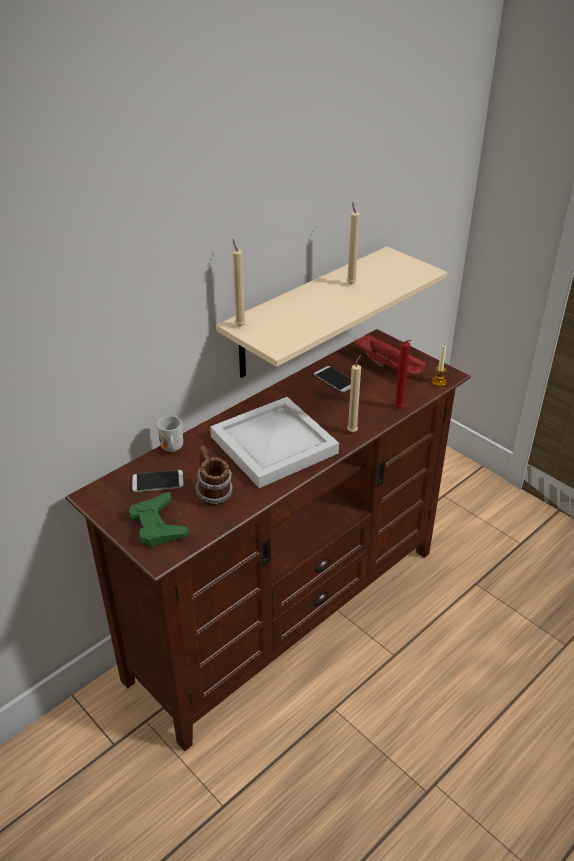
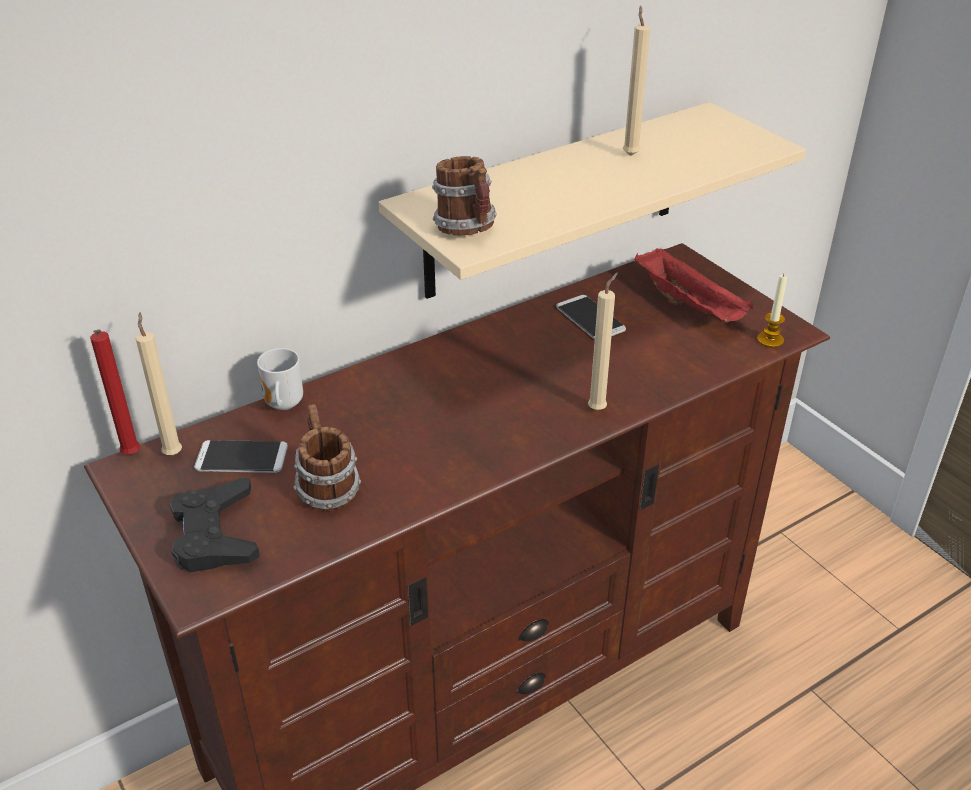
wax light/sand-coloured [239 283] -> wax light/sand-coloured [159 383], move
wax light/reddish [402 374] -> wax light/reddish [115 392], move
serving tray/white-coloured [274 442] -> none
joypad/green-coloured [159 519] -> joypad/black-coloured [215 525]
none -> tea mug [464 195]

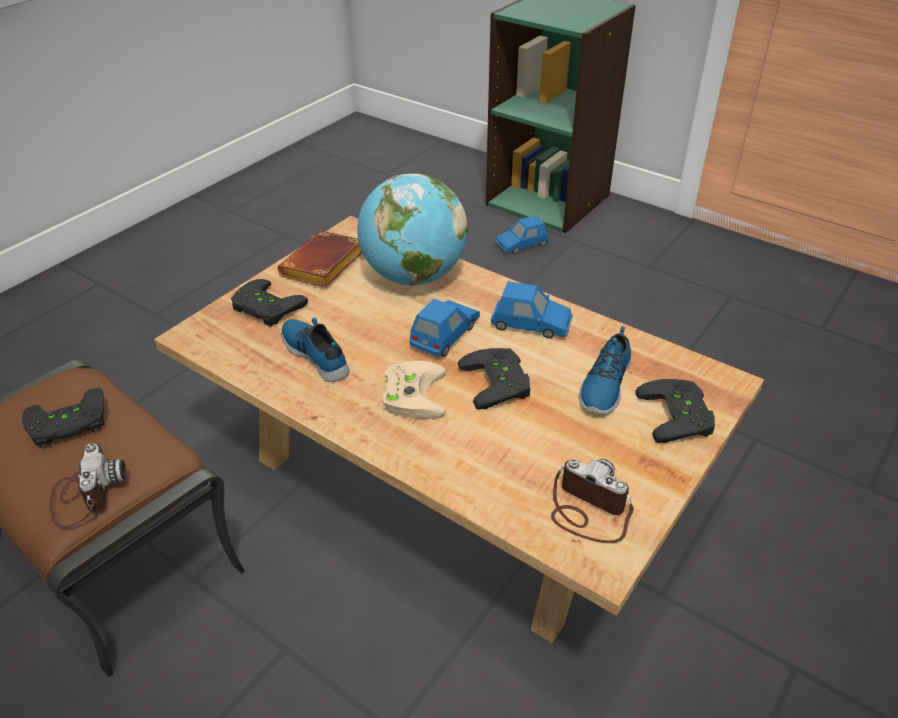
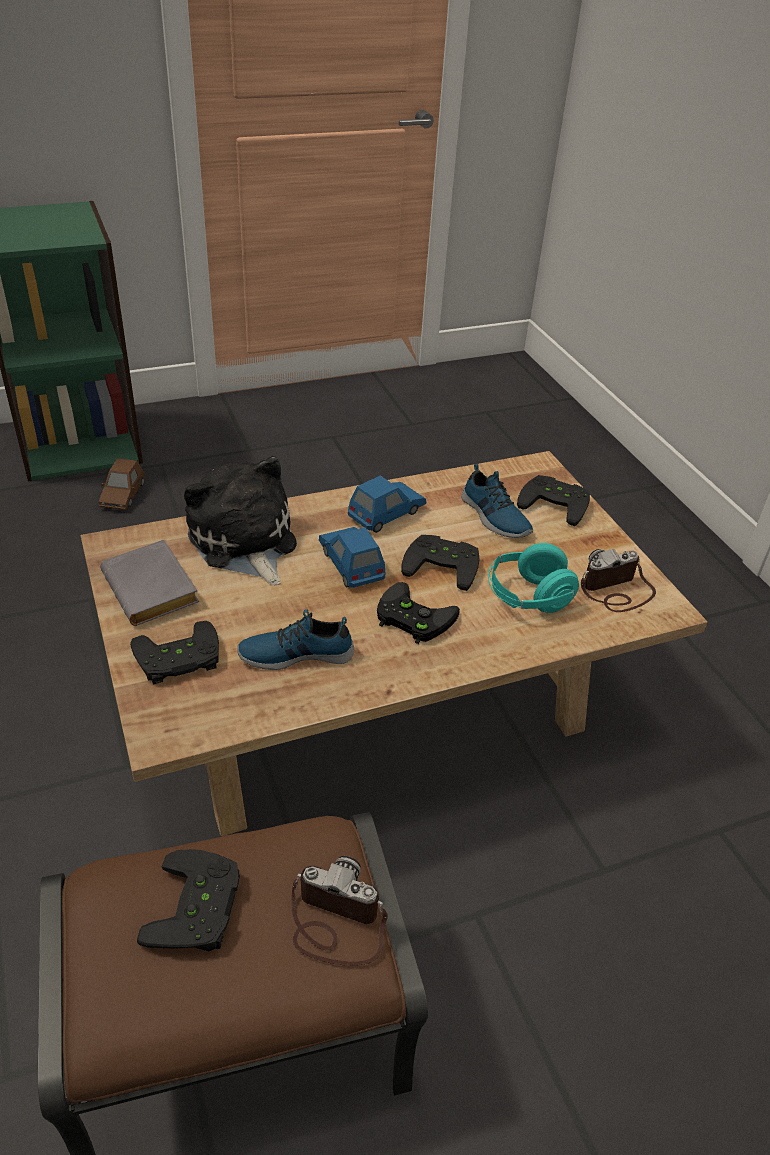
desk globe [412 229] -> plush toy [240 520]
miniature car/blue-coloured [522 234] -> miniature car/brownish [122 484]
bound book/brownish [320 258] -> bound book/gray [149 583]
joypad/sand-coloured [414 390] -> joypad/black-coloured [418 613]
none -> headphones/turquoise-coloured [533 578]

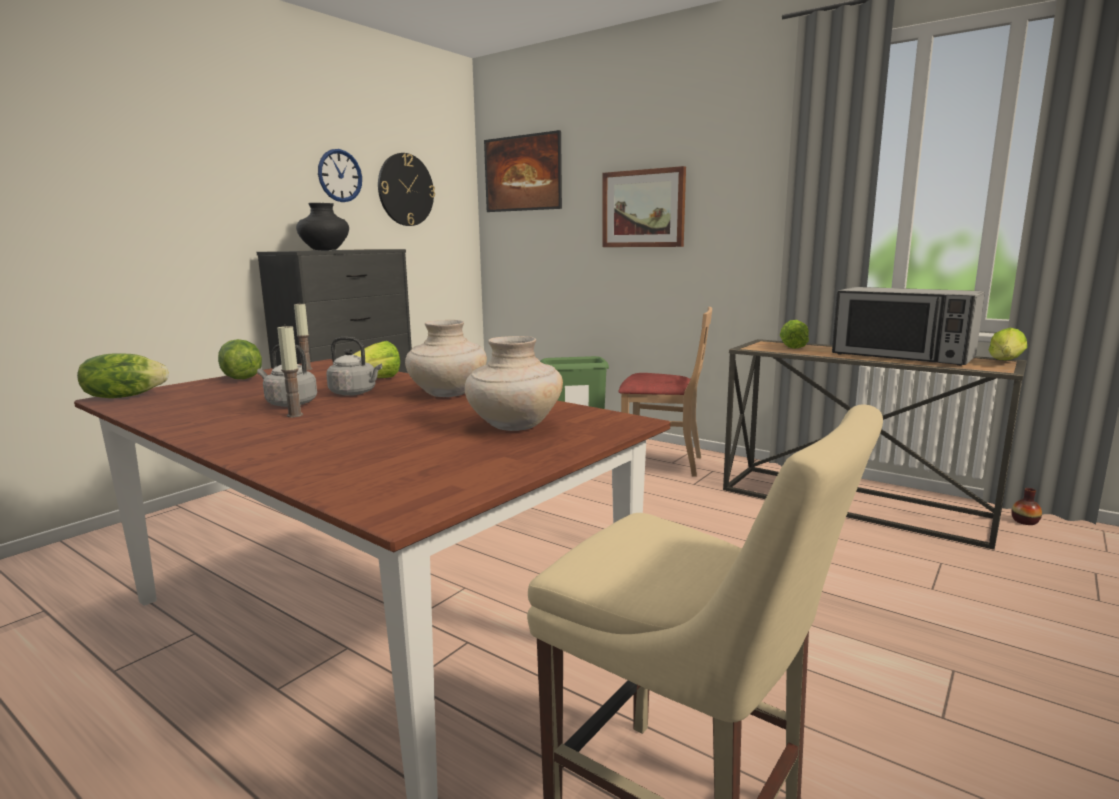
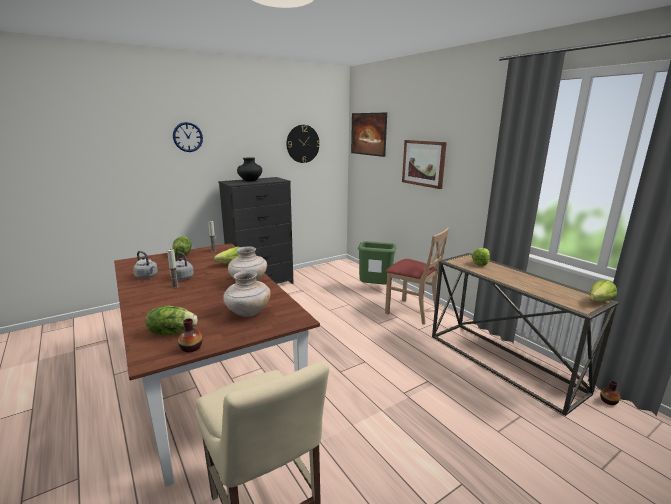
clock on the wall [340 175] -> clock on the wall [188 137], move
microwave oven [908 326] -> none
tea kettle/gray [354 366] -> tea kettle/gray [145 265], move
lettuce [123 375] -> lettuce [171 320], move
none -> vase [190 335]

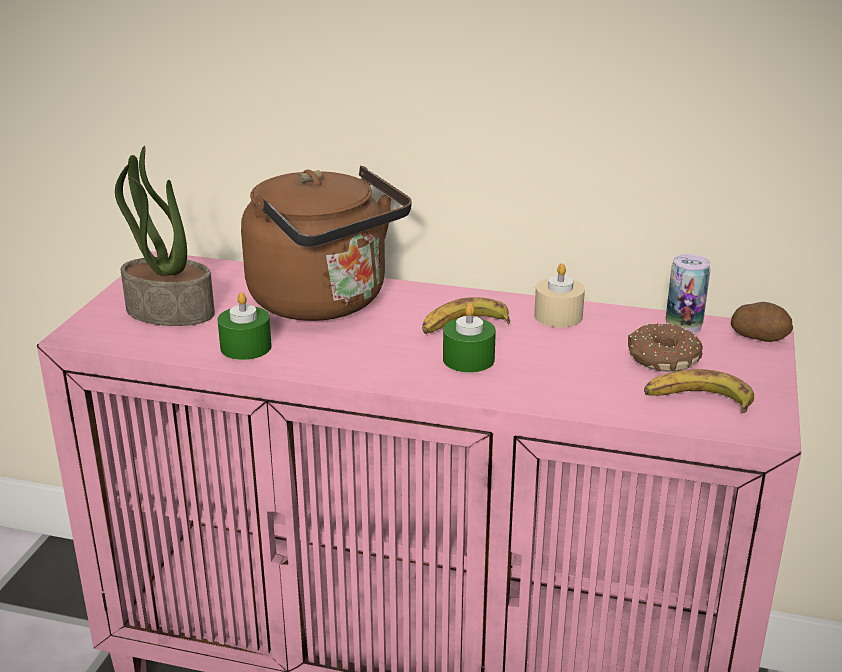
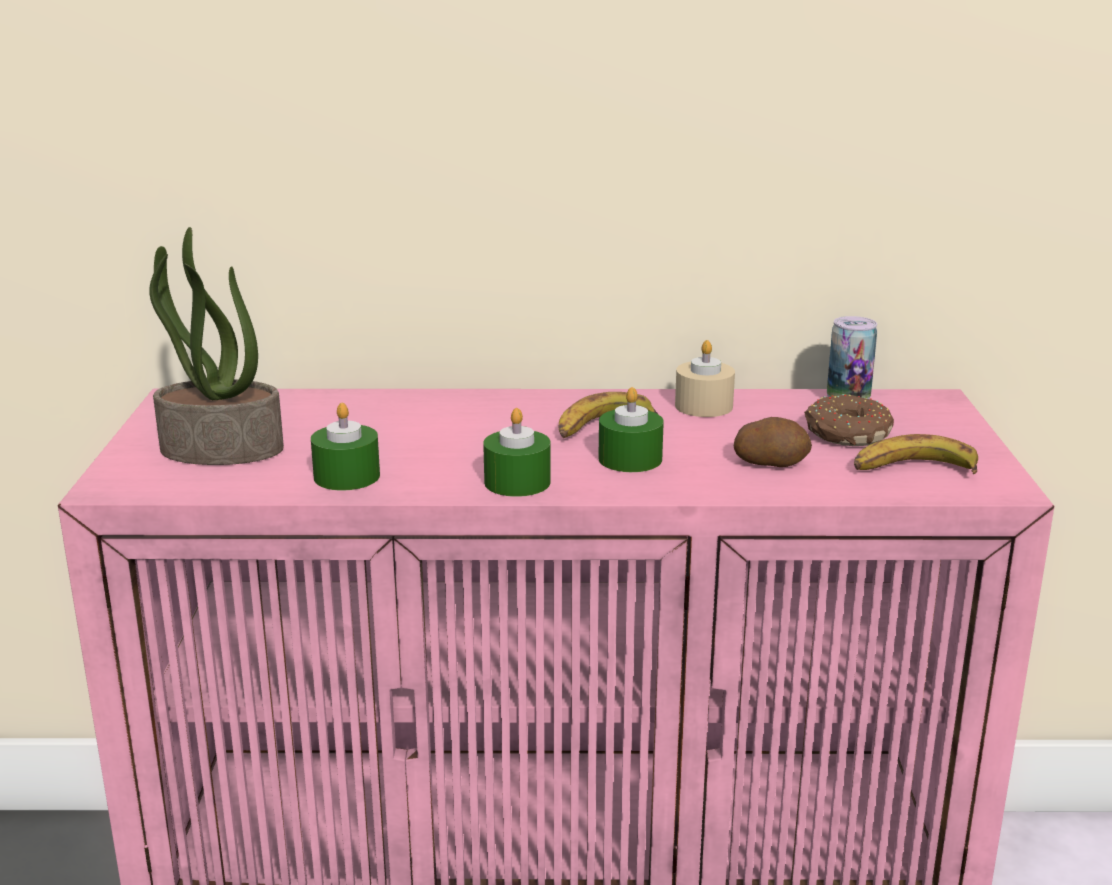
tea kettle/brownish [326 243] -> none
potato [762 322] -> potato [773 442], move
none -> wax light/green-coloured [517 452]

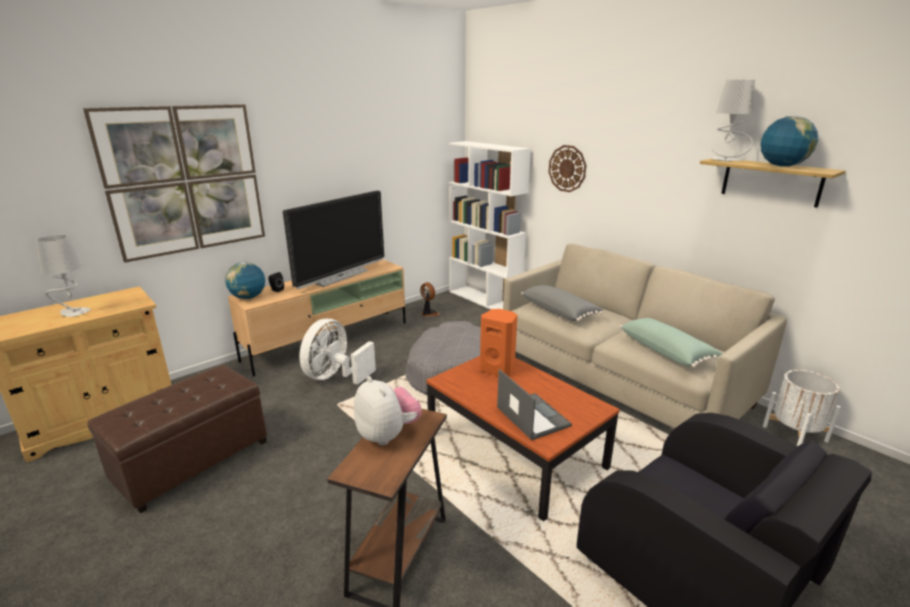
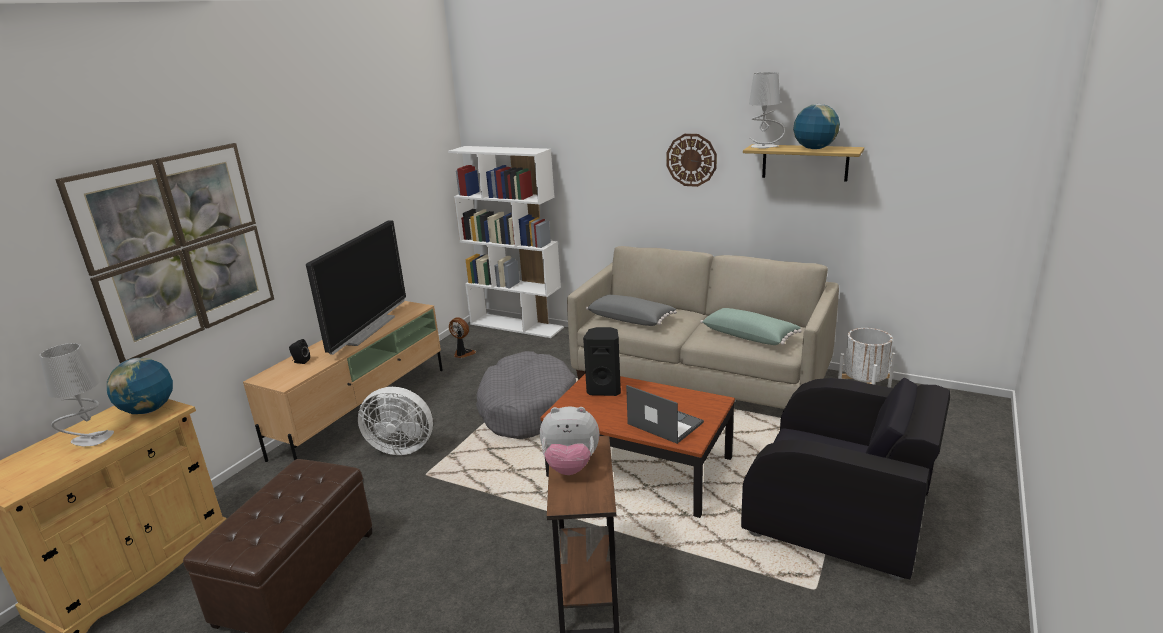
clock on the wall [567 168] -> clock on the wall [691 160], move
desk globe [245 280] -> desk globe [140 386], move
loudspeaker/orange [498 343] -> loudspeaker/black-coloured [602 361]
electric fan/white-coloured [337 352] -> electric fan/white-coloured [395 421], 90 degrees counterclockwise
plush toy [388 411] -> plush toy [569 441], 150 degrees clockwise

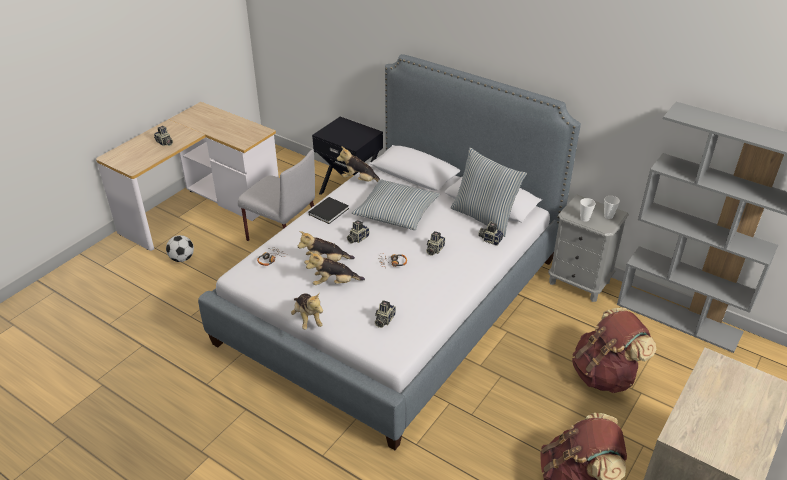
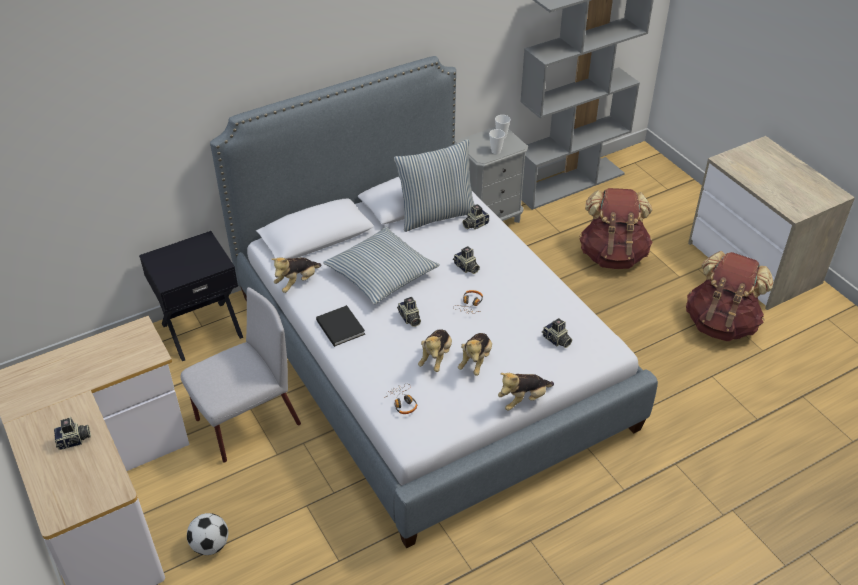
plush toy [307 311] -> plush toy [526 392], 150 degrees clockwise

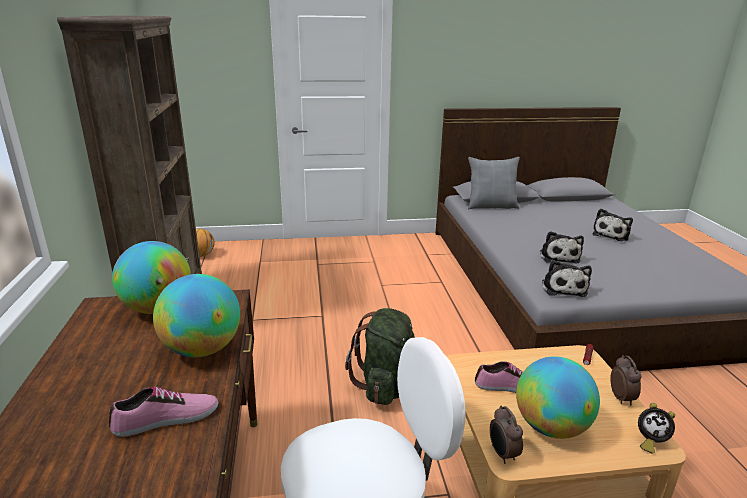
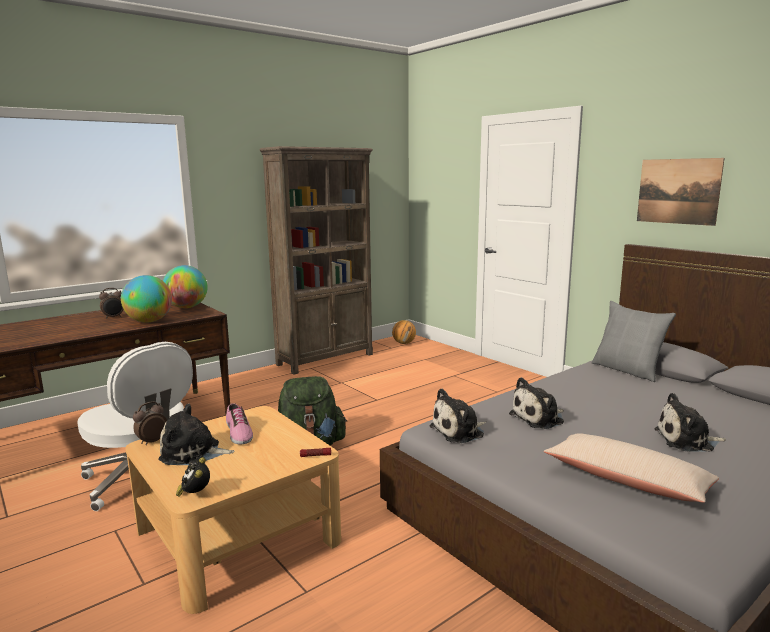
bedside clock [625 380] -> bedside clock [111 303], move
desk globe [558 397] -> plush toy [196 434]
item of footwear [164 412] -> none
none -> picture [680 192]
none -> pillow/sand-coloured [631 468]

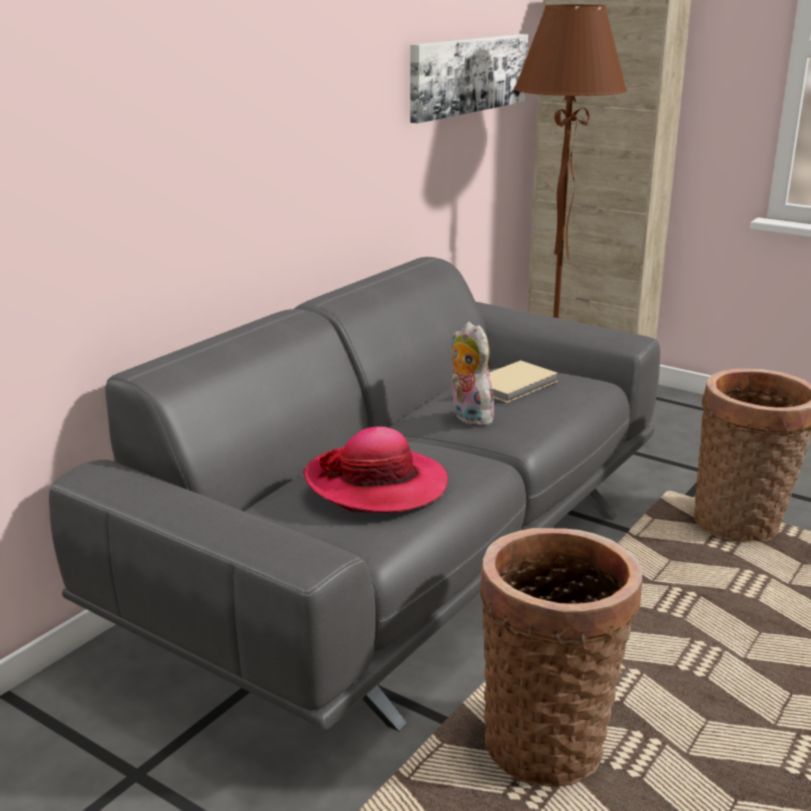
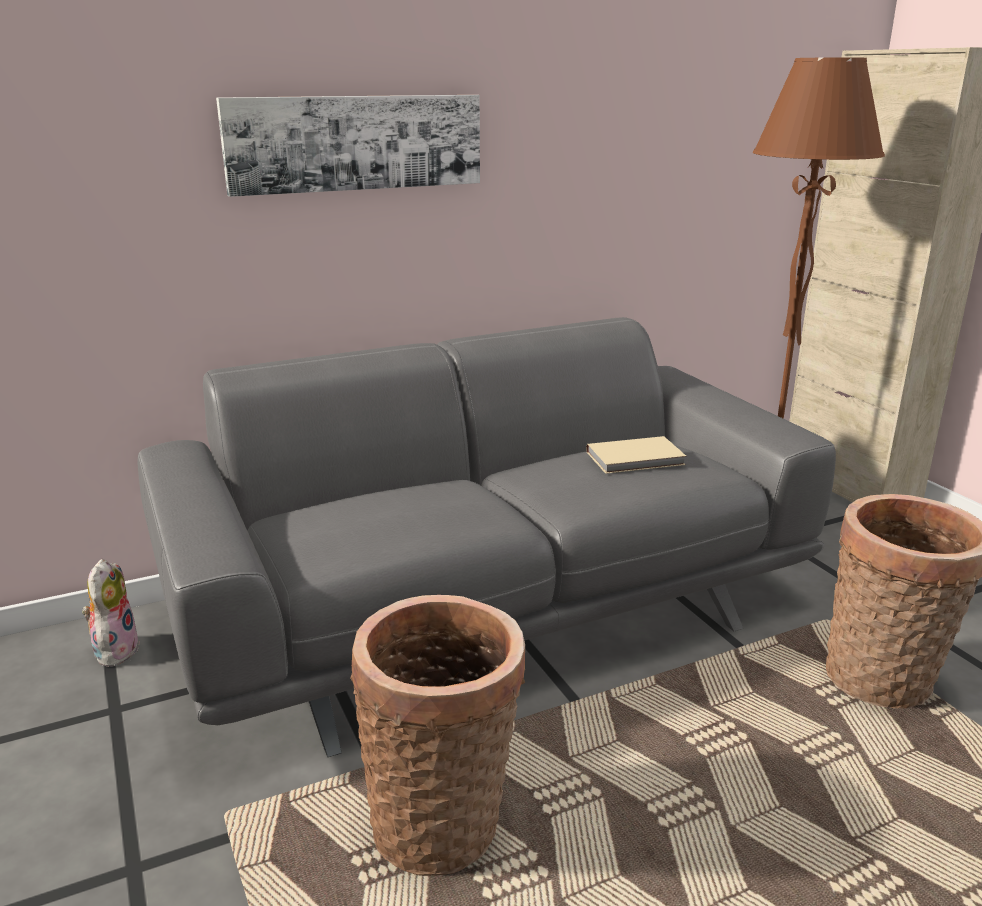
picture [469 78] -> picture [348 146], move
plush toy [474 374] -> plush toy [111 613], move
wearable hat [375 469] -> none

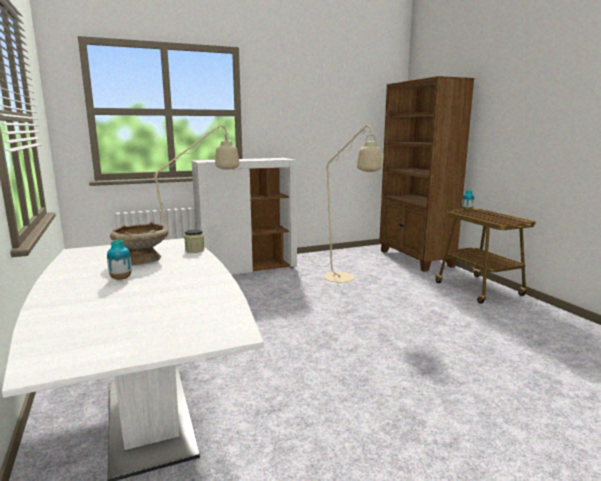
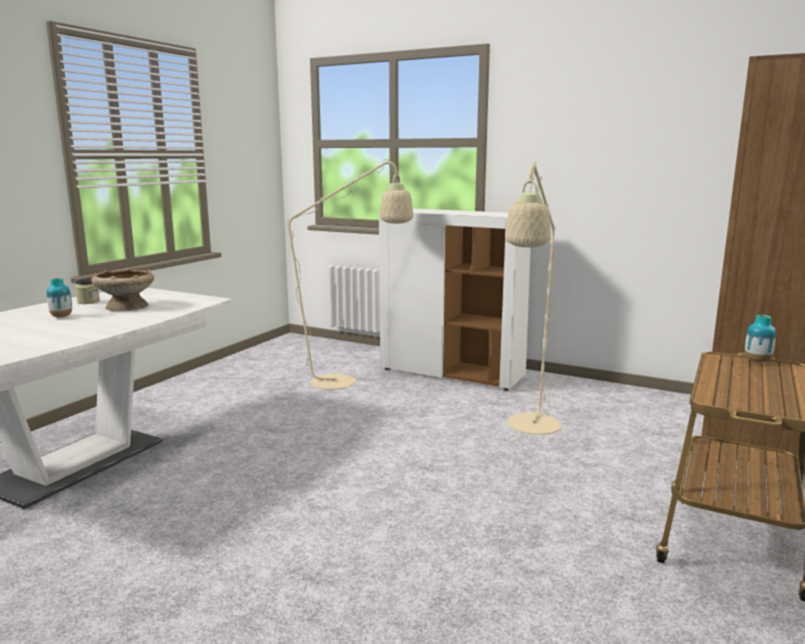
storage jar [194 241] -> storage jar [87 291], move

